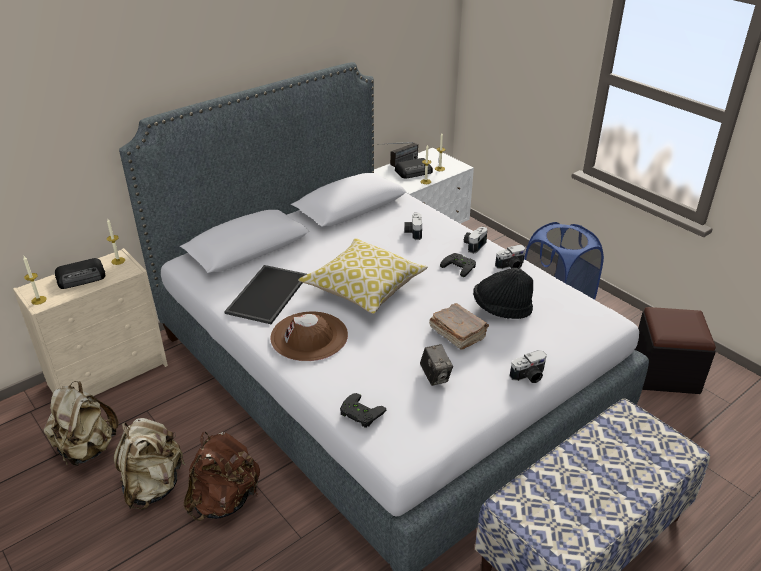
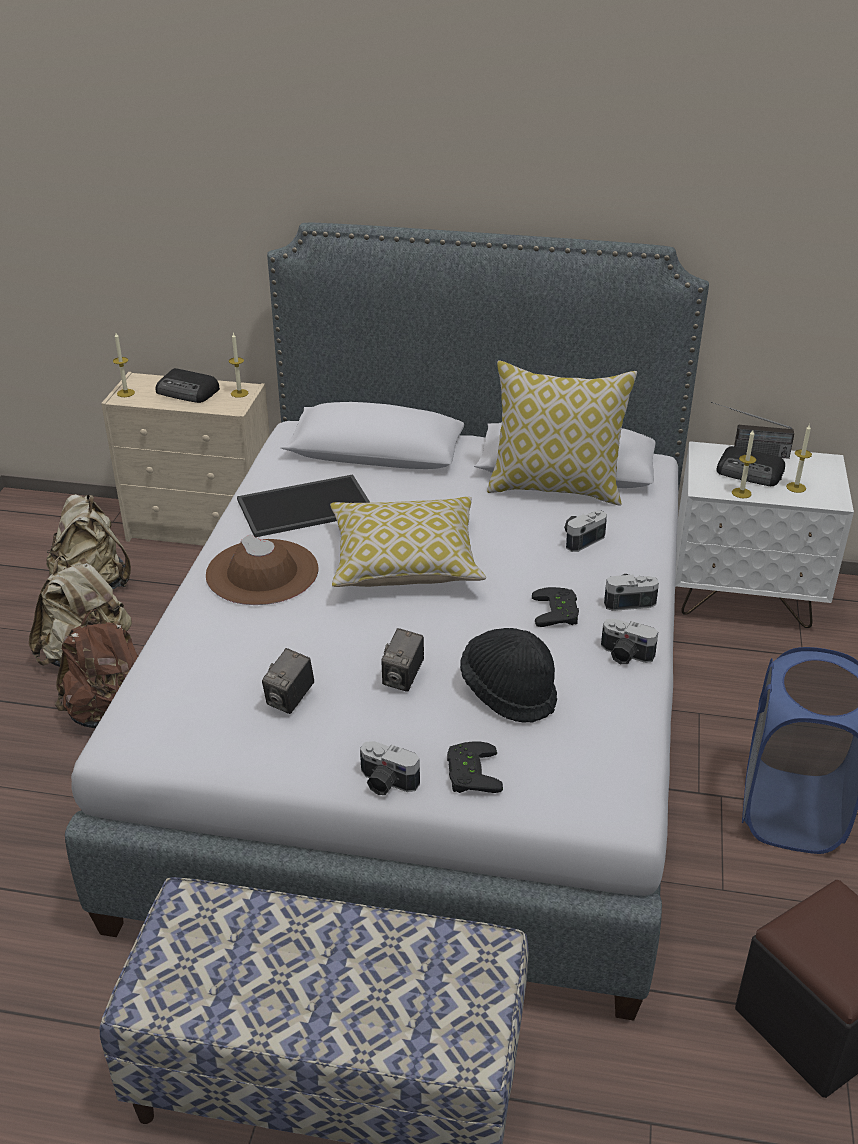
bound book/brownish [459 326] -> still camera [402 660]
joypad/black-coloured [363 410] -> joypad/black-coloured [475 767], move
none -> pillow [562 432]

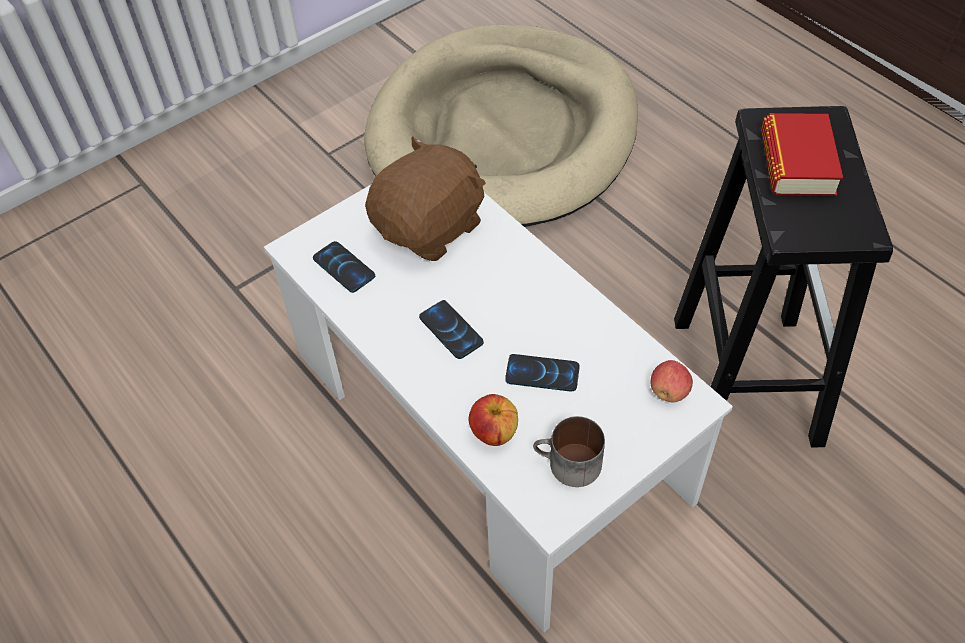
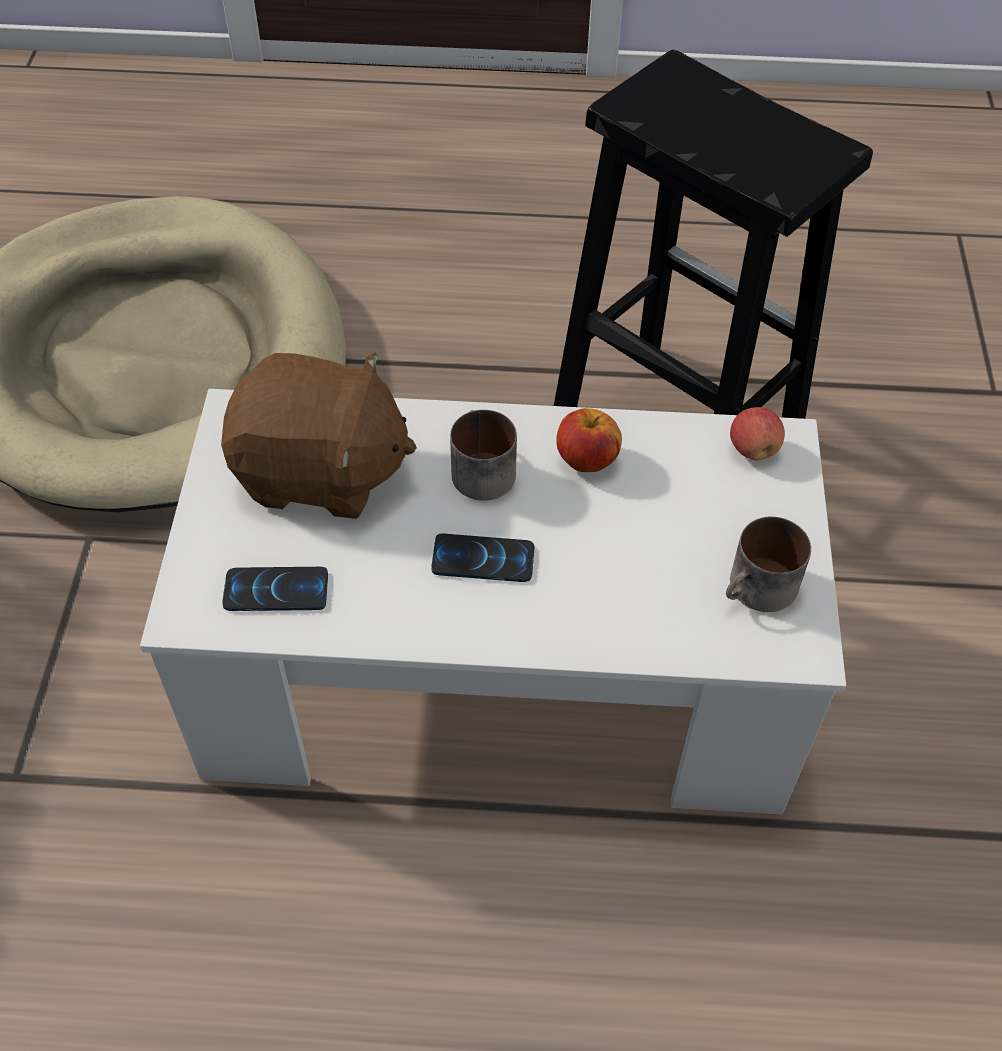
bound book [802 154] -> none
plush toy/brownish [425 198] -> plush toy/brownish [319 436], 105 degrees clockwise
phone [542 372] -> none
whole apple [493 420] -> whole apple [589 440], move
none -> tea mug [483 455]

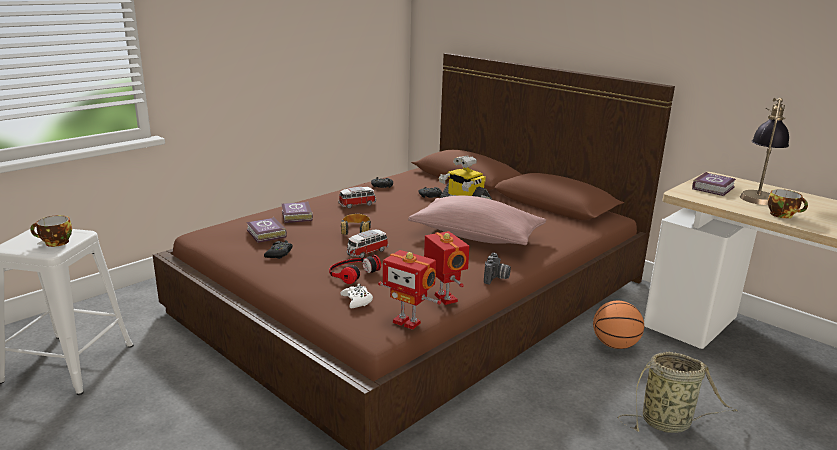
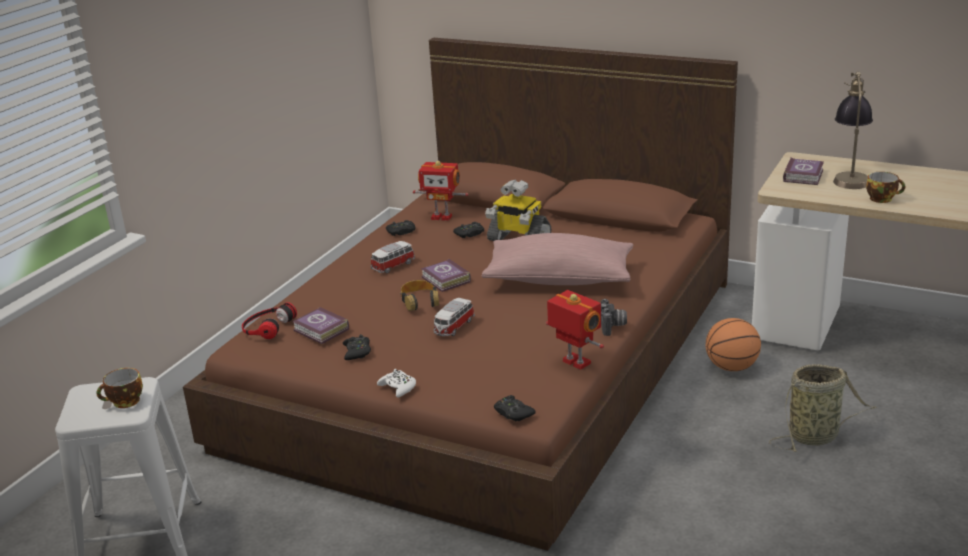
bound book [297 212] -> bound book [446 275], move
toy robot [410 290] -> toy robot [440 191], move
headphones [355 269] -> headphones [269 320], move
joypad/white-coloured [356 296] -> joypad/white-coloured [396 383], move
none -> joypad/black-coloured [515 408]

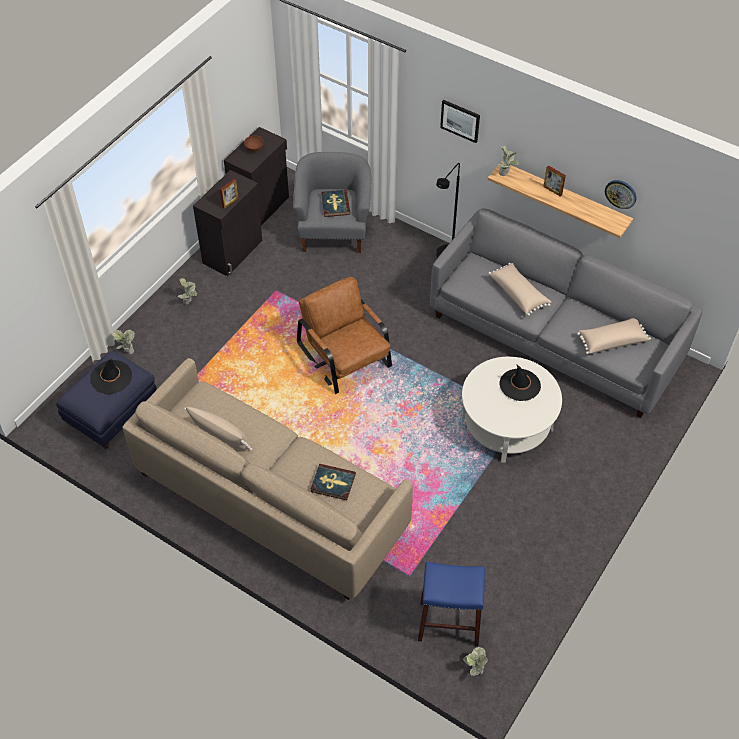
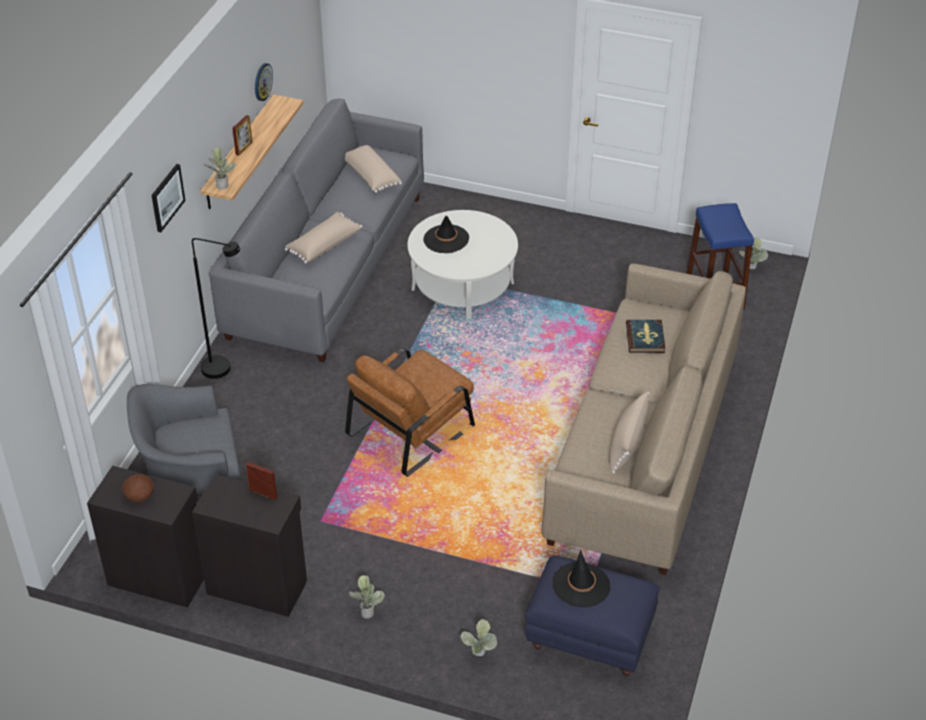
bound book [335 203] -> none

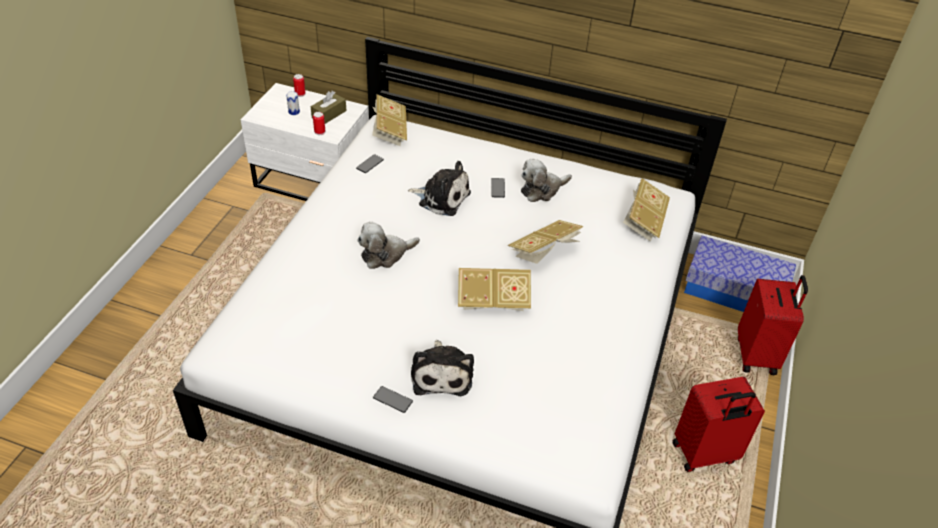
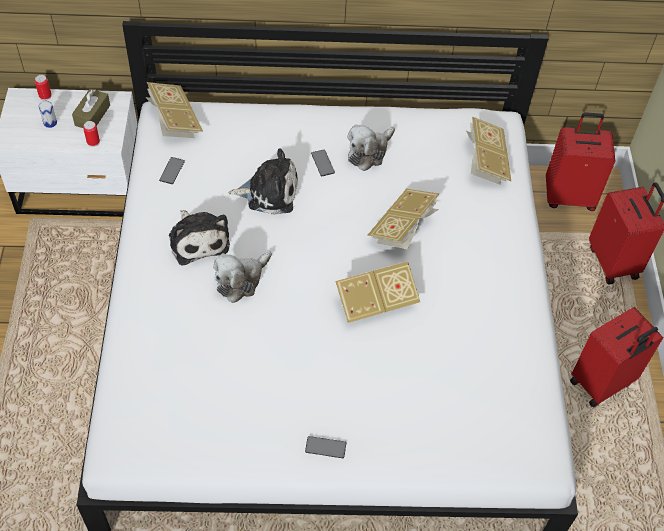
storage box [740 273] -> piece of luggage/reddish [580 161]
plush toy [442 368] -> plush toy [199 237], move

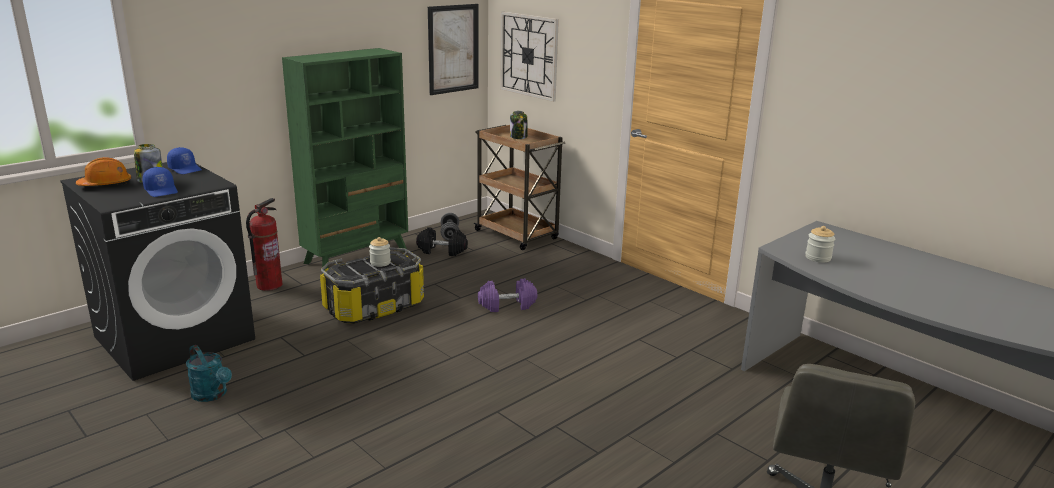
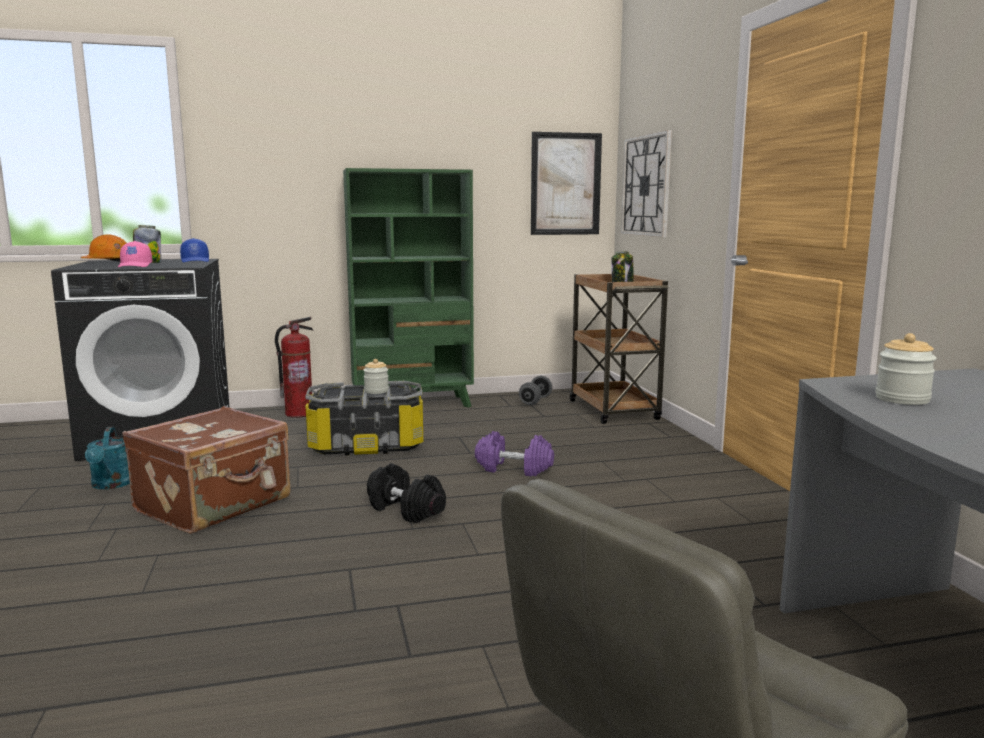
cap/blue-coloured [160 182] -> cap/pink-coloured [135 254]
free weight/black-coloured [442 241] -> free weight/black-coloured [406 493], move
none -> piece of luggage/brownish [206 470]

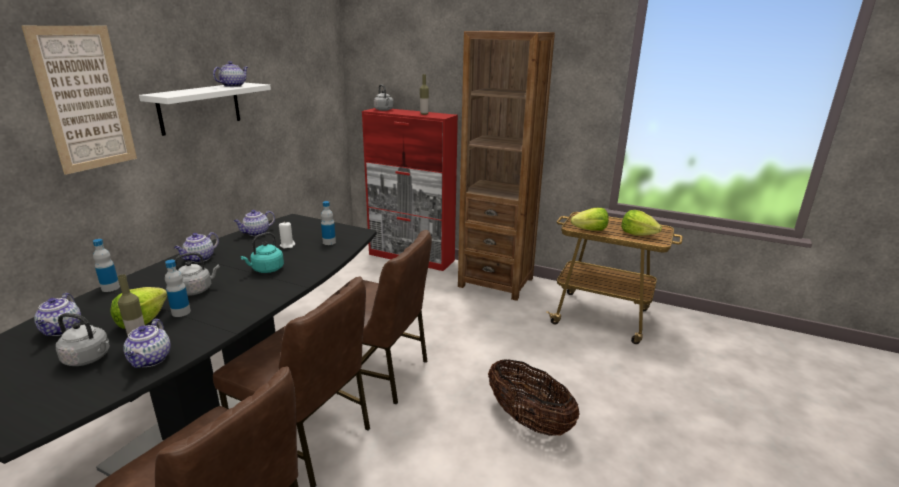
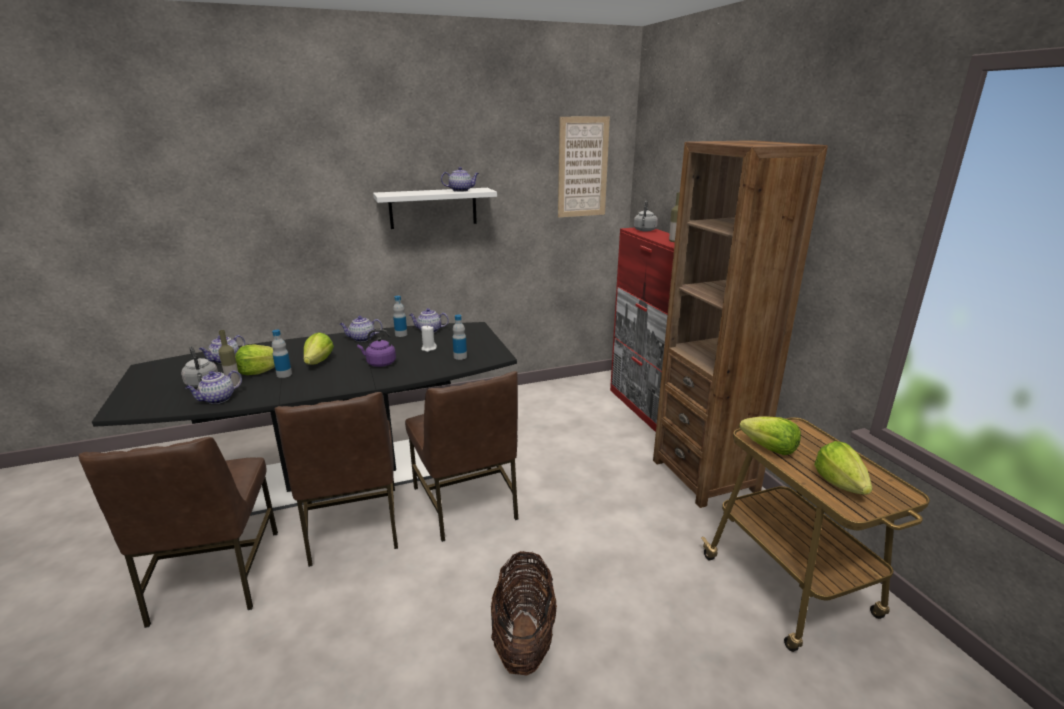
picture [79 100] -> picture [584 167], move
tea kettle/turquoise-coloured [262 252] -> tea kettle/purplish [376 348]
bottle [106 265] -> bottle [400 316], move
tea kettle/gray [197 274] -> lettuce [319 348]

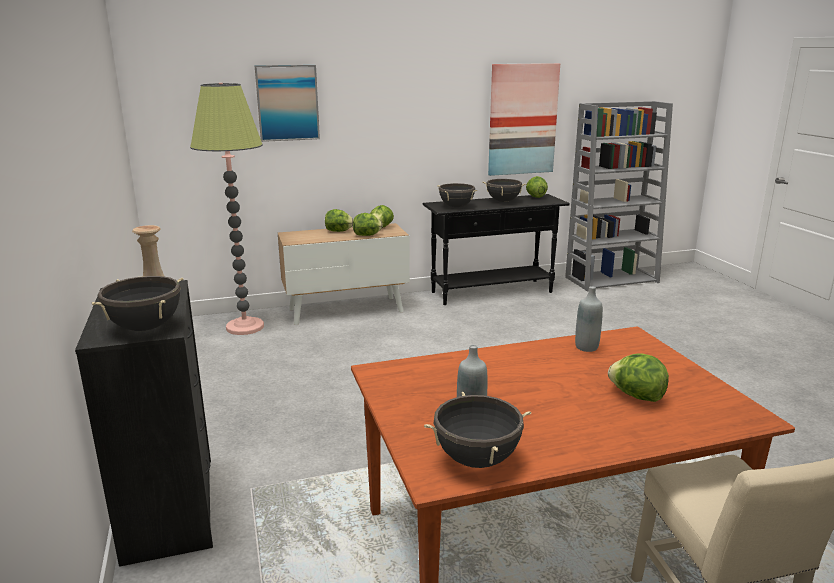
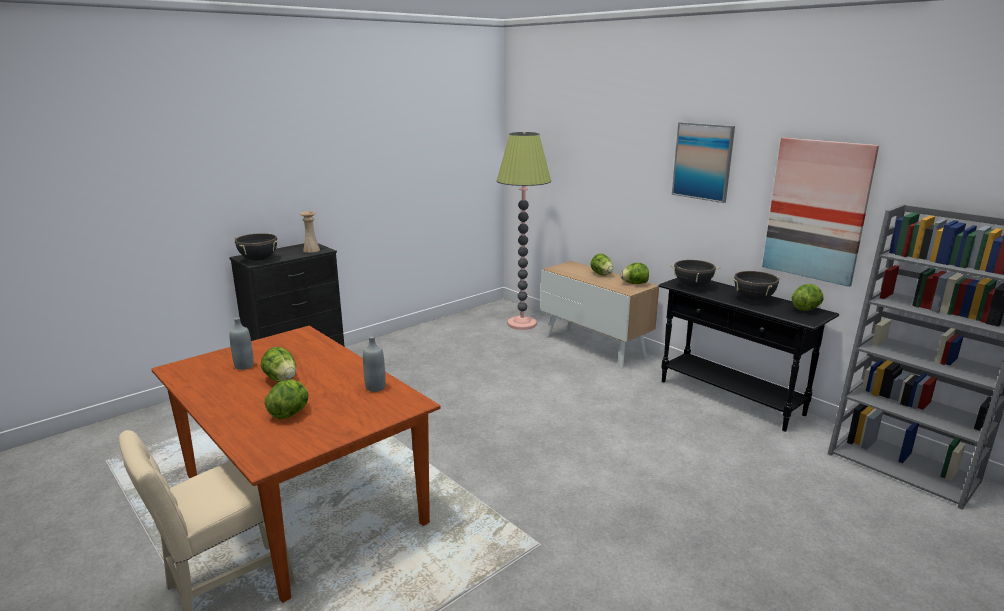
picture [287 103] -> picture [703 162], move
lettuce [367 224] -> lettuce [278 364], move
saucepot/black-coloured [477 430] -> none

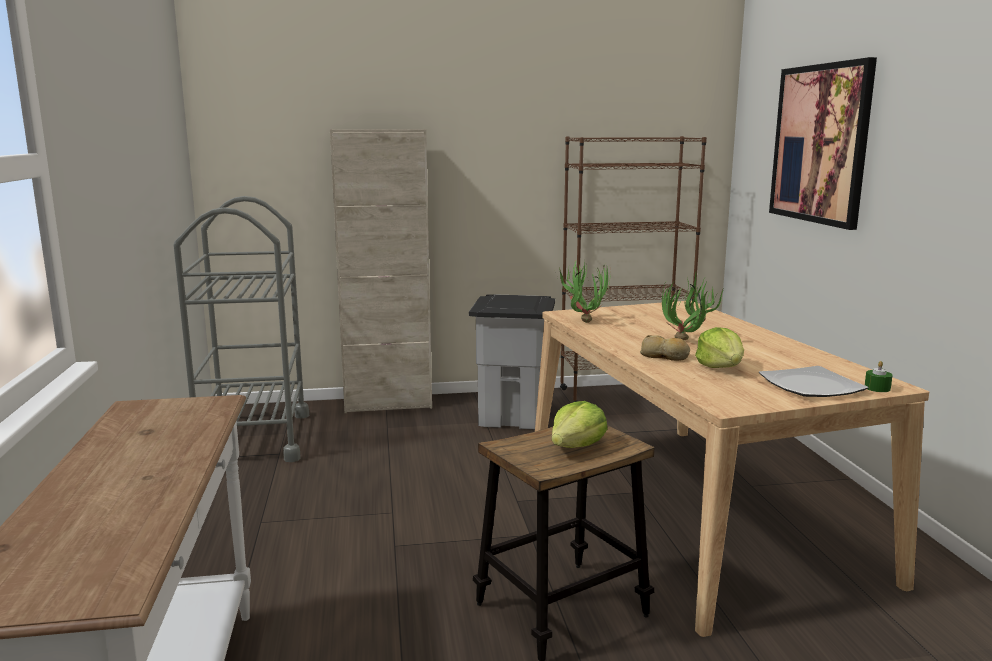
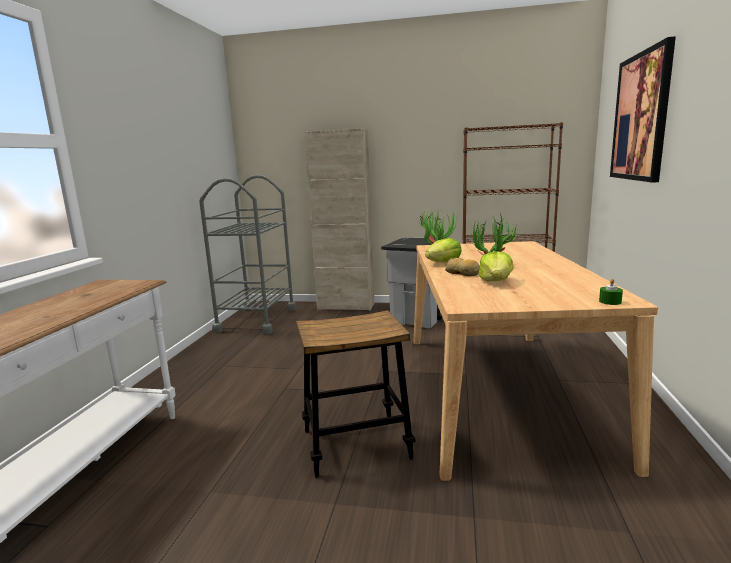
dinner plate [813 381] -> none
lettuce [580 424] -> lettuce [443 250], move

